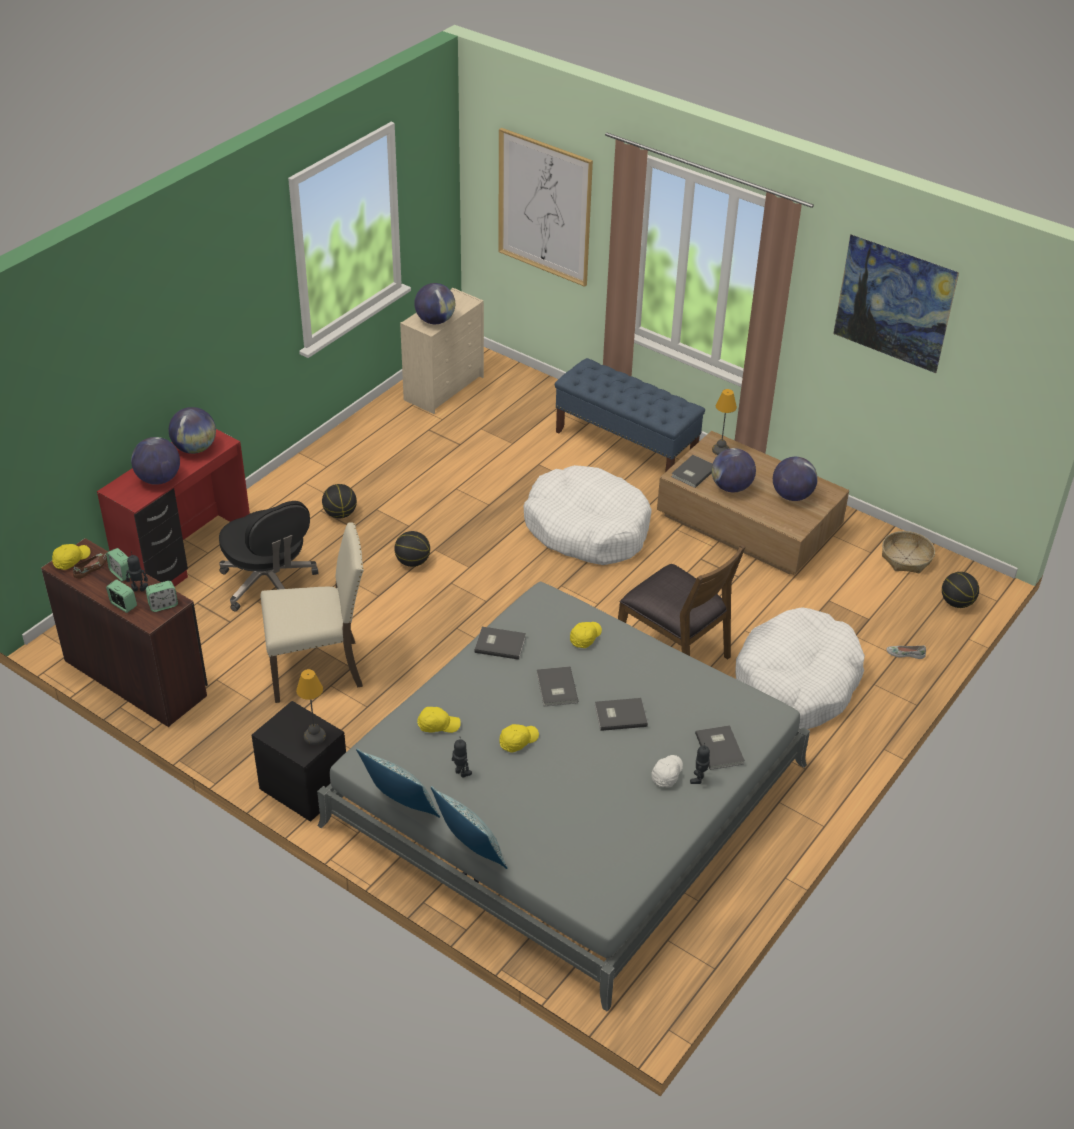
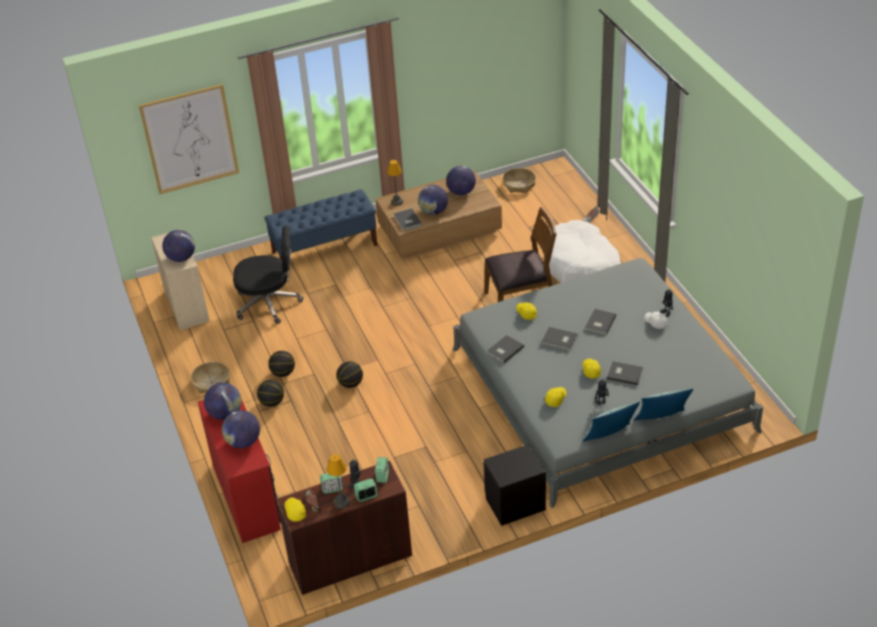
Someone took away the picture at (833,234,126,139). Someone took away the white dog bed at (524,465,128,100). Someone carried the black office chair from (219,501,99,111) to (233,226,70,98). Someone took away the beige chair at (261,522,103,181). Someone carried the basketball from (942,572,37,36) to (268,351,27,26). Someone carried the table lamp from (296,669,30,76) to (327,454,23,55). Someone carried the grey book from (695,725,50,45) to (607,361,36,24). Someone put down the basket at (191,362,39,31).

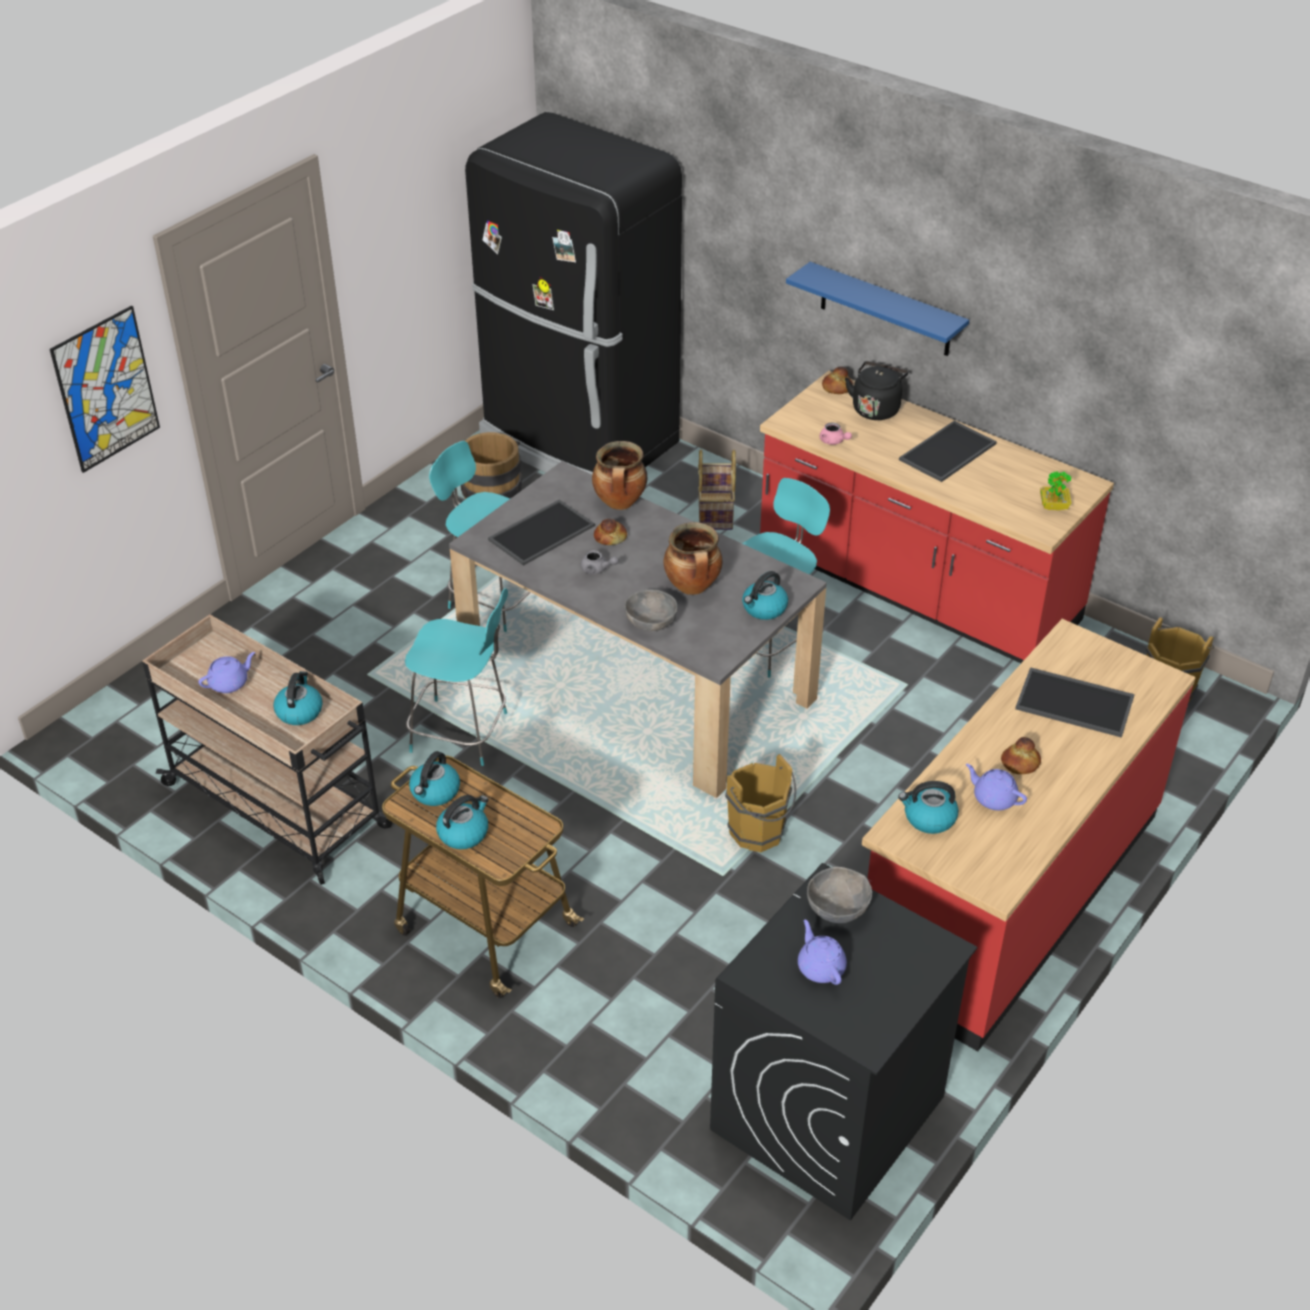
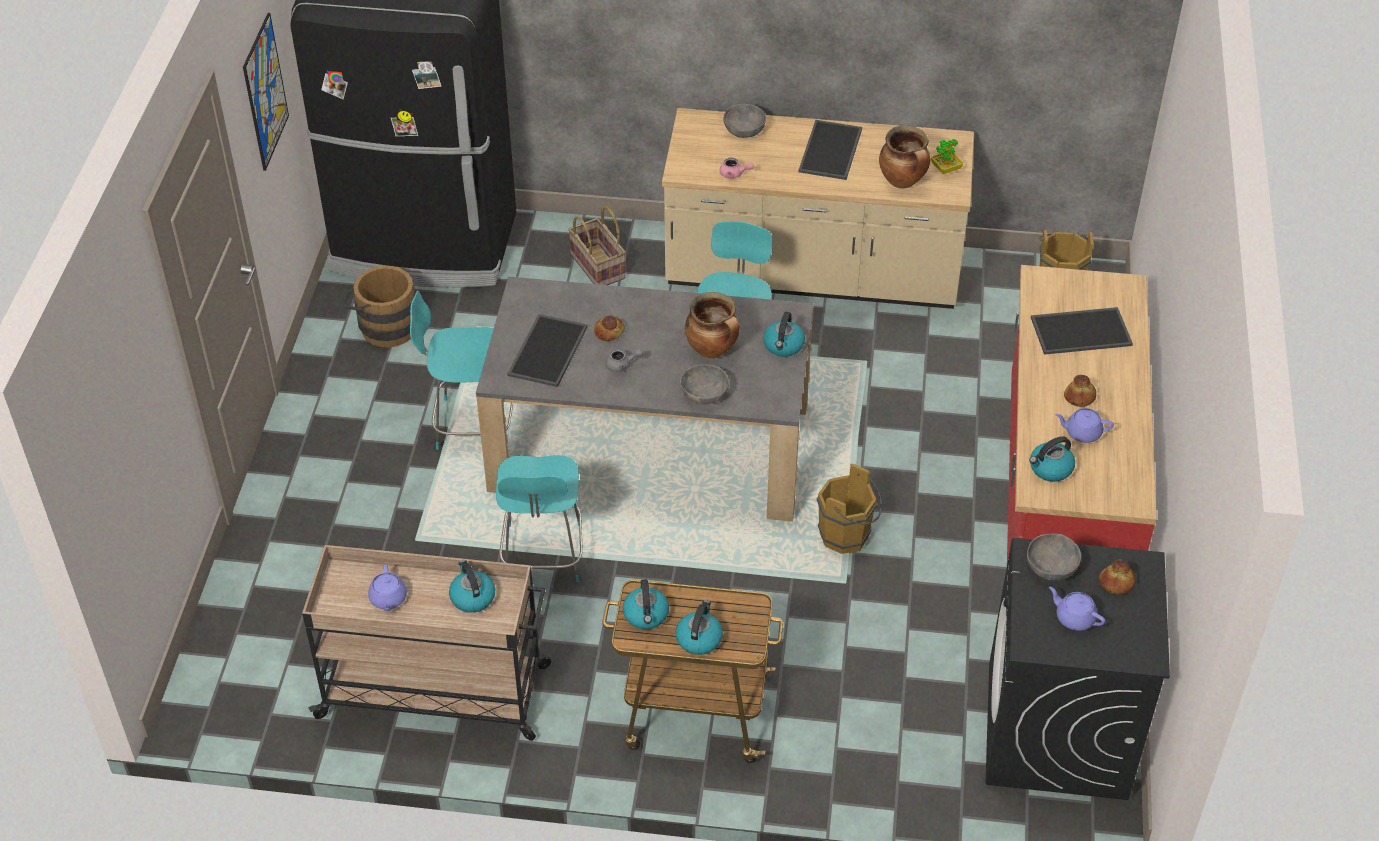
Someone took away the blue shelf at (786,262,183,94). Someone carried the picture from (50,306,110,167) to (243,13,46,158). Someone swapped the black kettle at (845,361,63,59) for the grey bowl at (723,104,43,34). Someone carried the bread from (822,366,31,28) to (1099,559,37,35). Someone repainted the red counter at (760,370,354,293), which became the beige counter at (662,108,312,201). Someone carried the cooking pot from (592,441,55,69) to (879,125,51,63). Someone rotated the turquoise chair at (405,588,103,178) by 105 degrees clockwise. Someone rotated the purple teapot at (198,652,57,41) by 150 degrees clockwise.

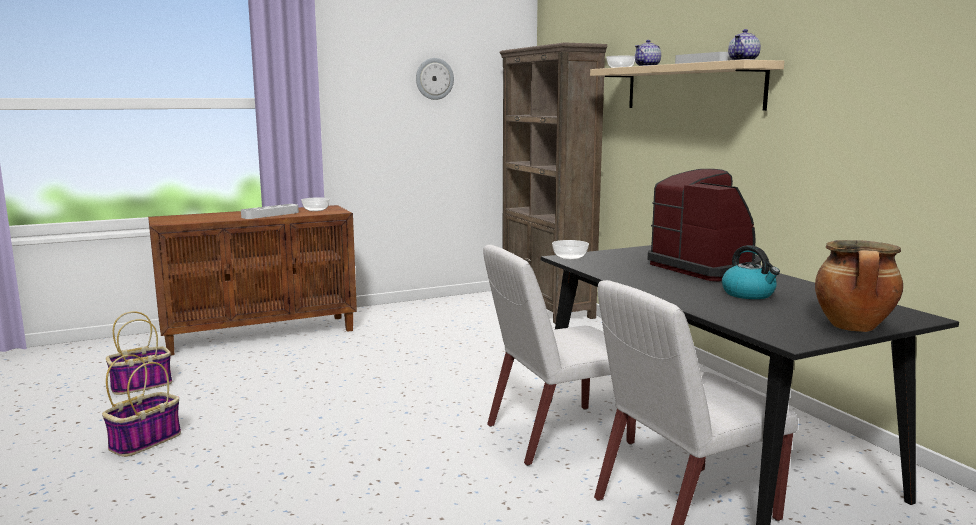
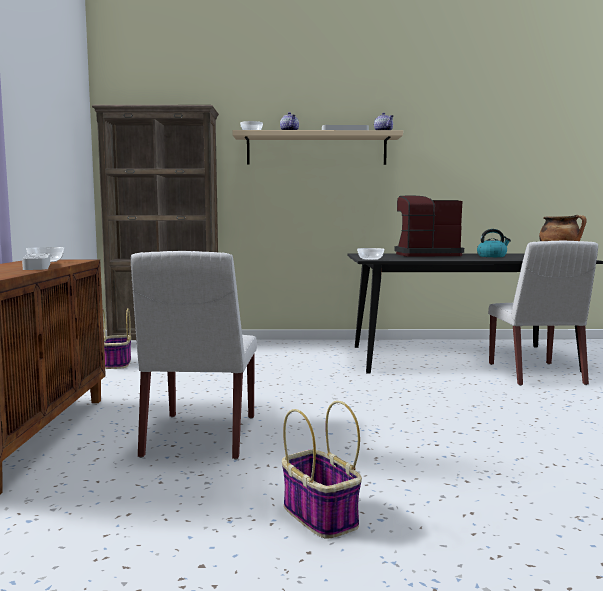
Someone took away the wall clock at (416,58,38,42). Someone carried the white chair from (483,245,153,221) to (131,251,126,209). Someone carried the basket from (106,311,66,84) to (103,308,28,61).

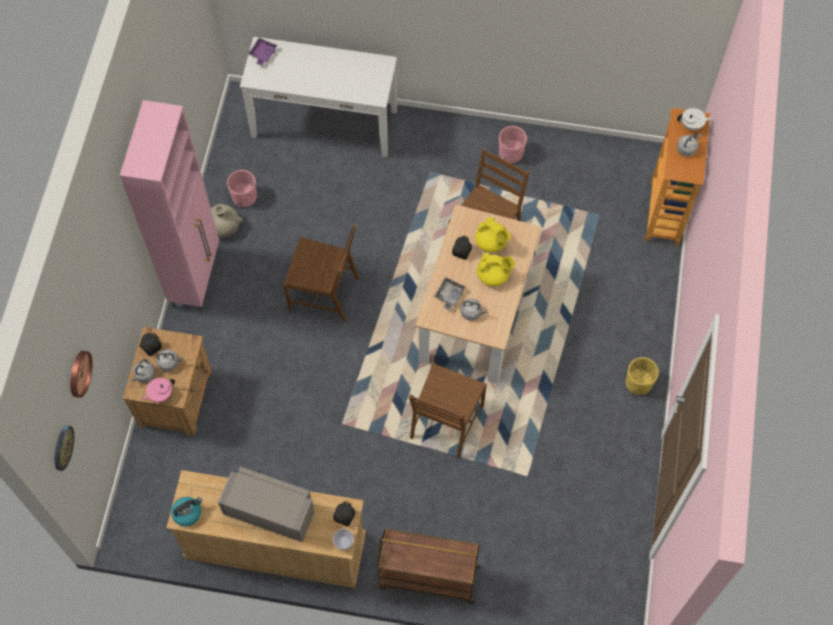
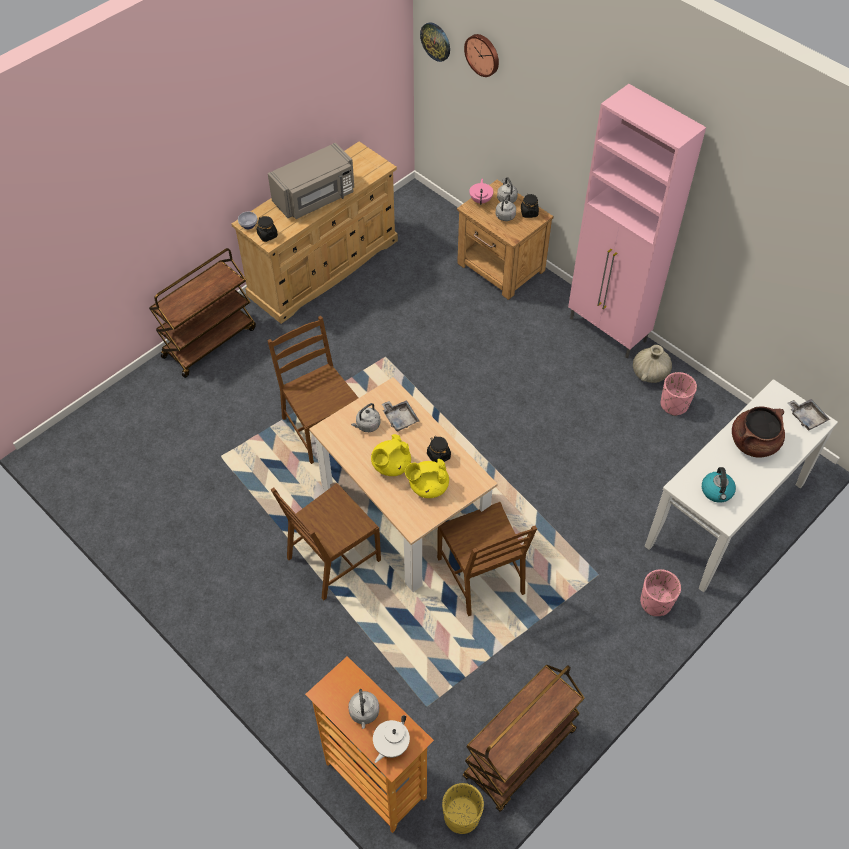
Someone repainted the purple tray at (248,38,30,28), which became the grey tray at (788,399,42,32). Someone carried the pink planter from (499,126,28,37) to (640,569,41,47). Someone carried the brown chair from (283,224,76,98) to (270,483,111,117). Someone carried the yellow planter from (626,357,33,38) to (442,783,42,51). Someone carried the kettle from (171,497,31,29) to (702,467,34,36). Someone put down the brown cooking pot at (732,406,53,52). Someone put down the brown cart at (463,665,122,147).

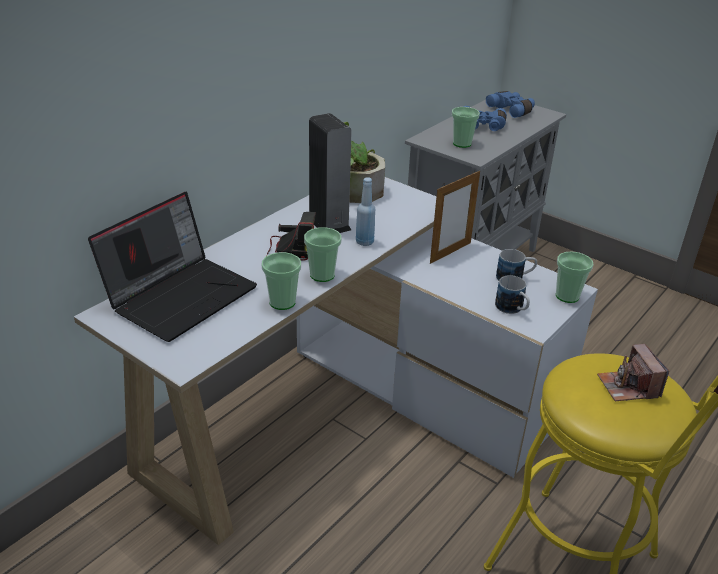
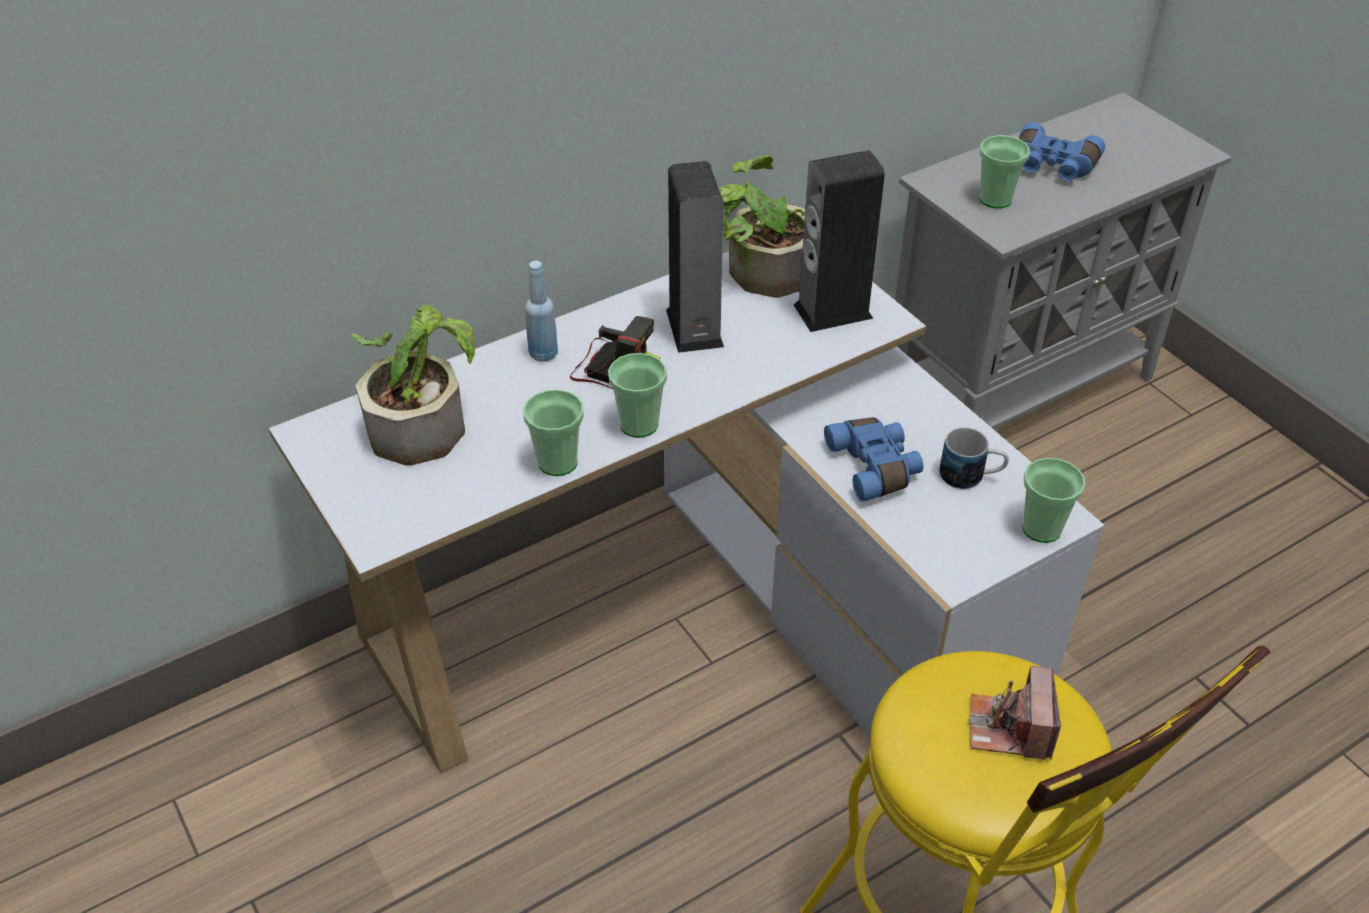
Someone carried the blue binoculars from (486,91,49,27) to (824,417,100,85). Someone took away the picture frame at (430,171,50,93). Someone carried the blue bottle from (356,177,19,69) to (525,261,33,101). Someone swapped the laptop at (88,192,169,150) for the potted plant at (352,305,123,160). Someone took away the mug at (495,275,35,39). Someone put down the speaker at (794,150,91,182).

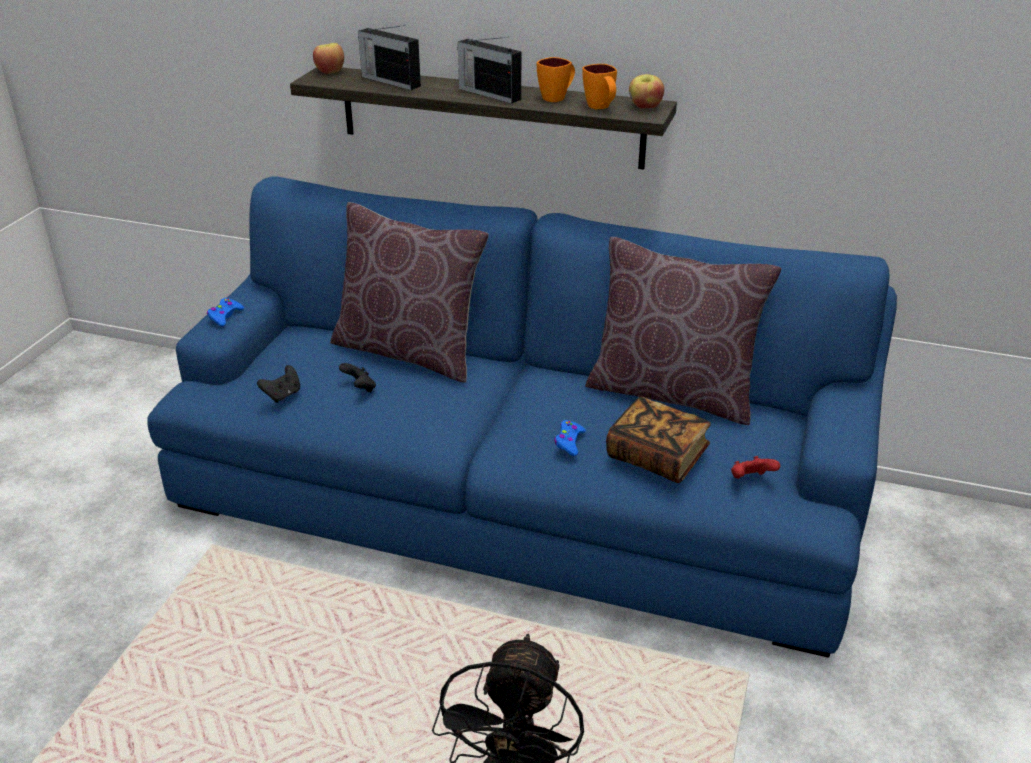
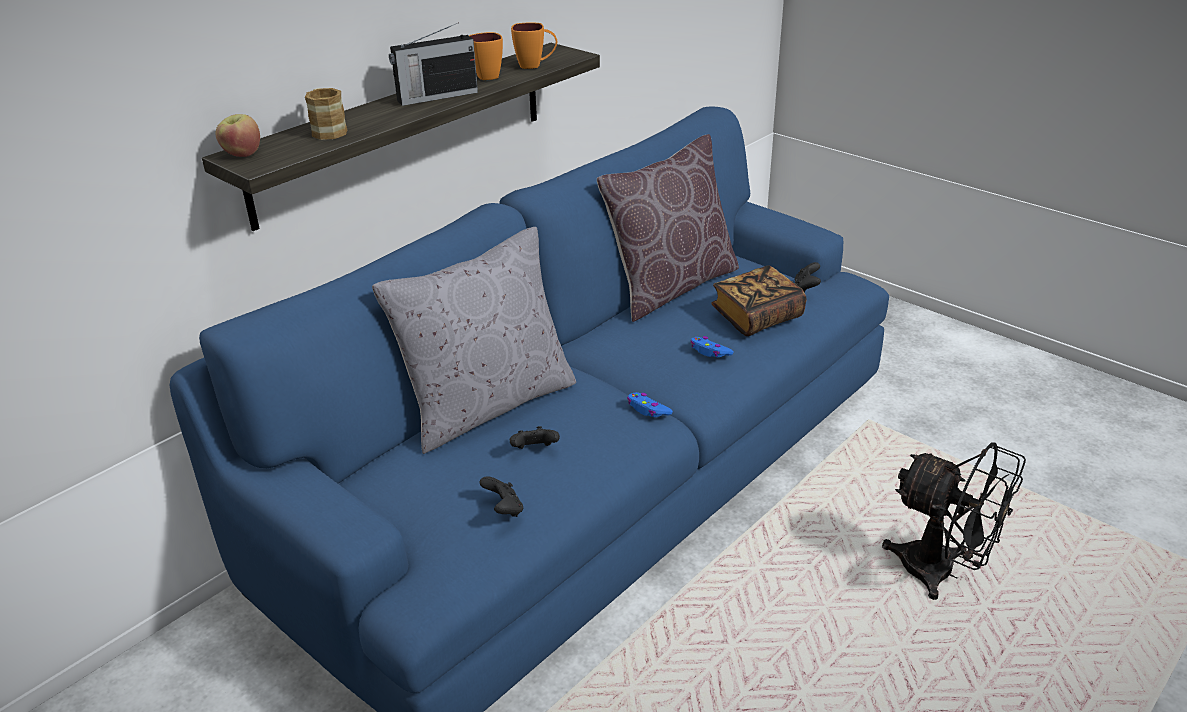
Someone swapped the radio at (358,25,63,65) for the mug at (305,88,42,52). Someone took away the apple at (629,74,35,35). Someone repainted the brown pillow at (330,202,159,181), which became the grey pillow at (372,227,204,227). Someone carried the blue game controller from (207,298,37,28) to (627,392,46,25). Someone repainted the red game controller at (731,456,49,23), which became the black game controller at (794,262,27,30).

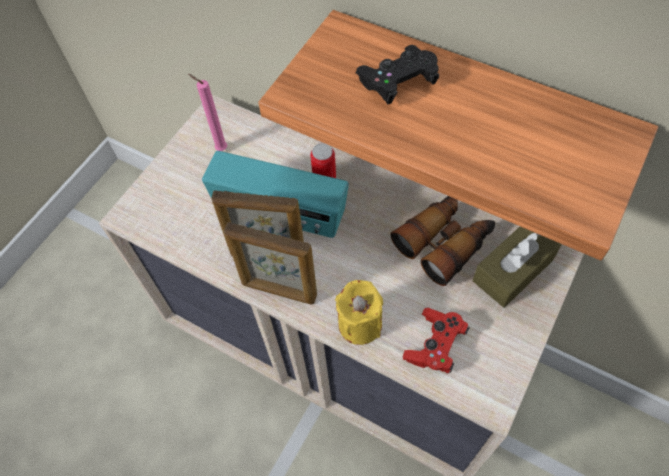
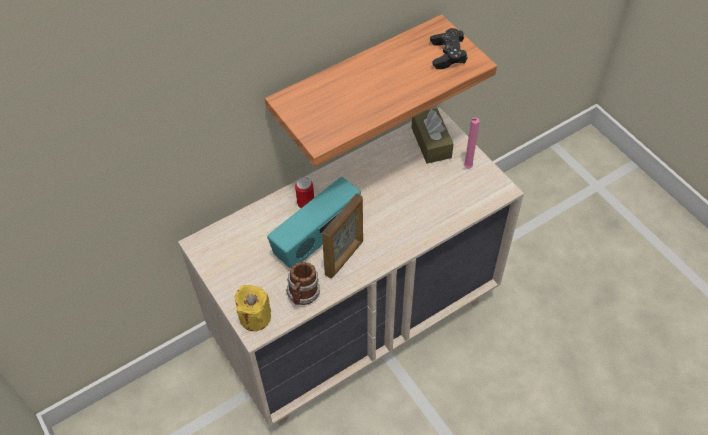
Someone carried the black game controller from (356,45,83,59) to (430,28,38,41). Someone carried the pink candle from (188,74,39,77) to (464,118,16,50). Someone took away the binoculars at (390,196,105,90). Someone took away the picture frame at (224,222,93,83). Someone carried the yellow candle from (335,280,48,65) to (234,285,37,46). Someone took away the red game controller at (403,308,66,66). Someone put down the mug at (286,262,34,43).

